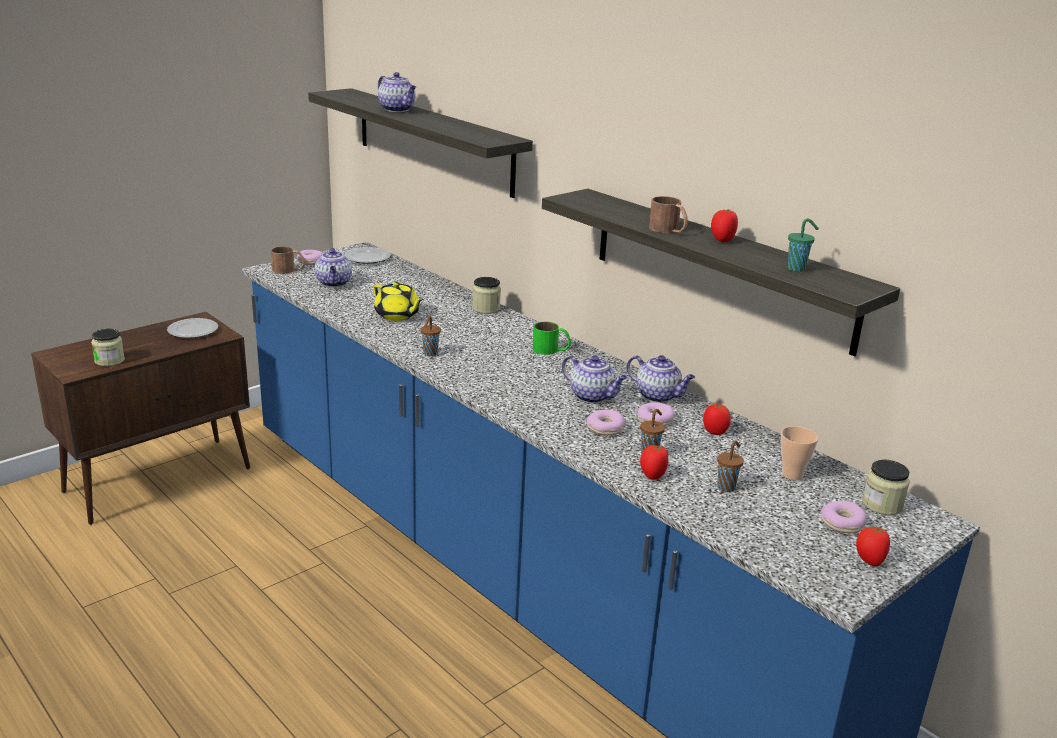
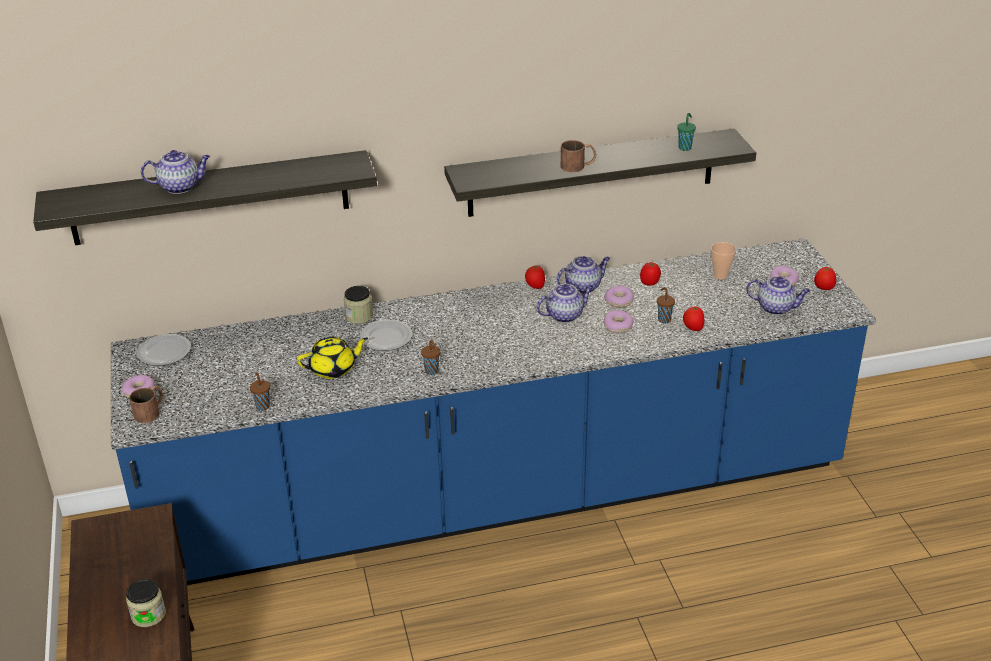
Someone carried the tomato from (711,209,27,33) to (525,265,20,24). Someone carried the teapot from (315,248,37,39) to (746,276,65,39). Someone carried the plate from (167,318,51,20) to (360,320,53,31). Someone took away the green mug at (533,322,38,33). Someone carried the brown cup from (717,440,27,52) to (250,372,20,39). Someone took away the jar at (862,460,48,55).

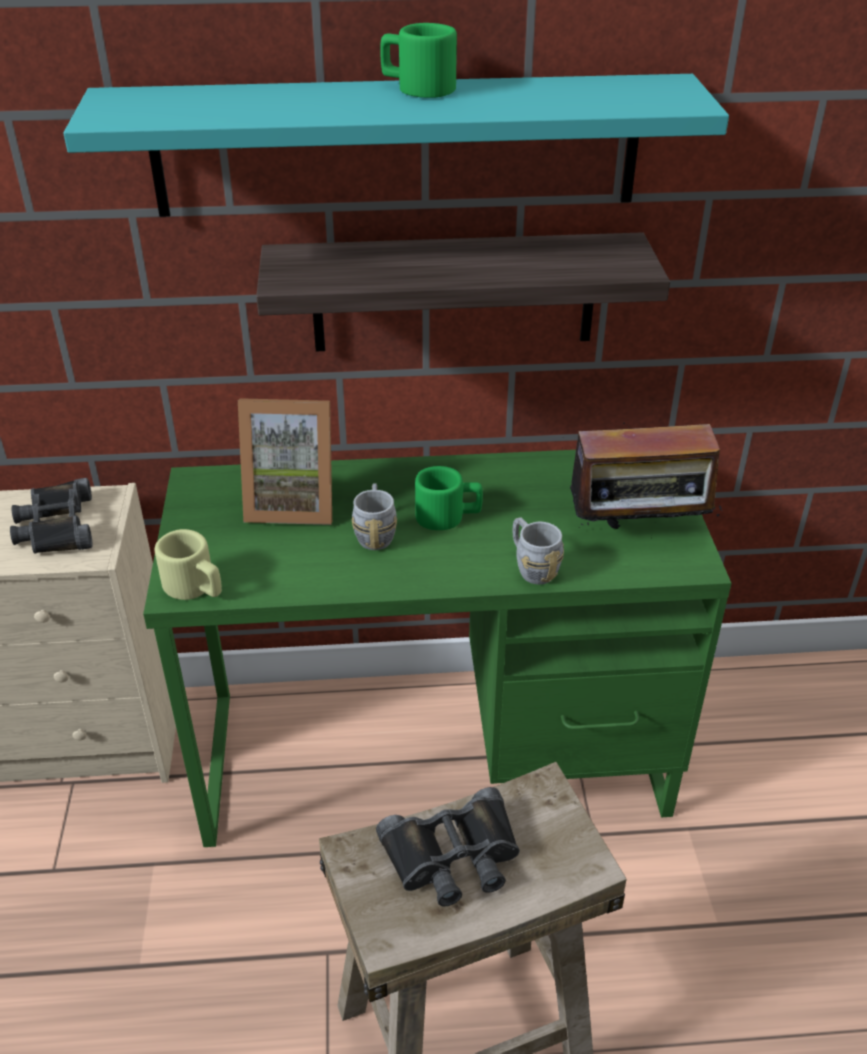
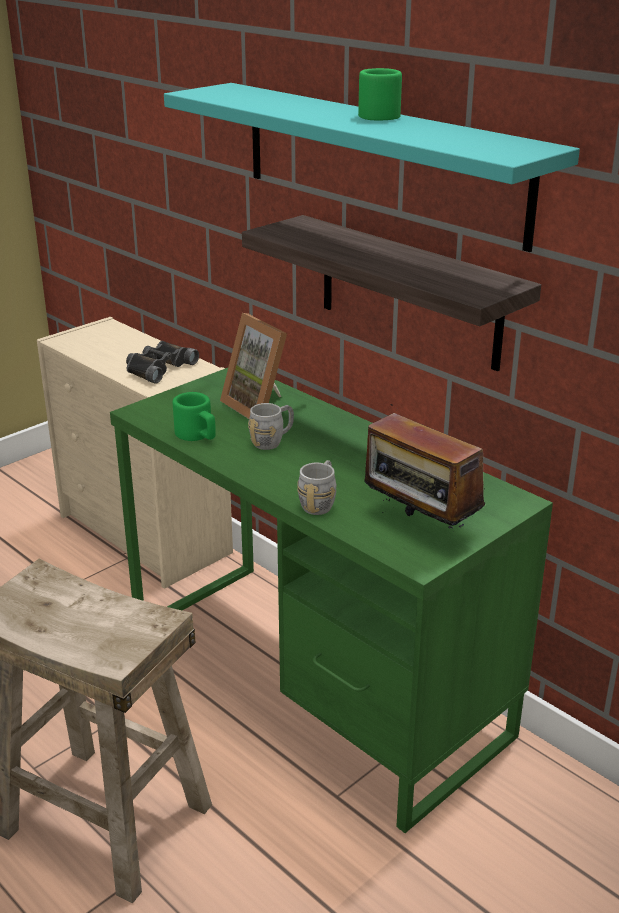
Someone carried the green mug from (415,466,68,64) to (173,392,43,49). Someone took away the beige mug at (155,529,67,71). Someone took away the black binoculars at (376,787,144,119).

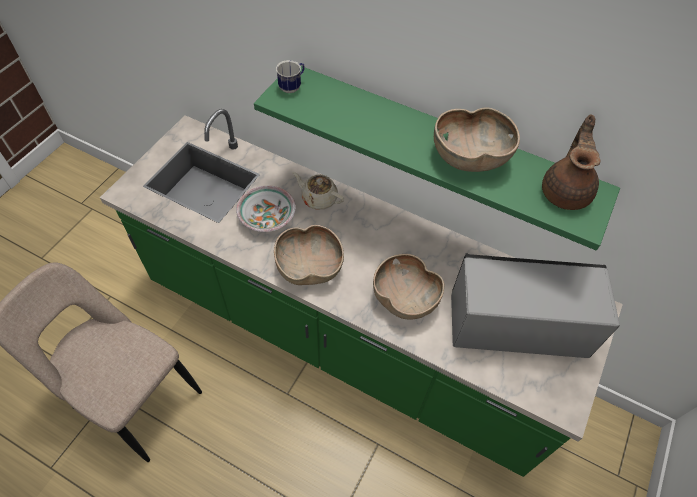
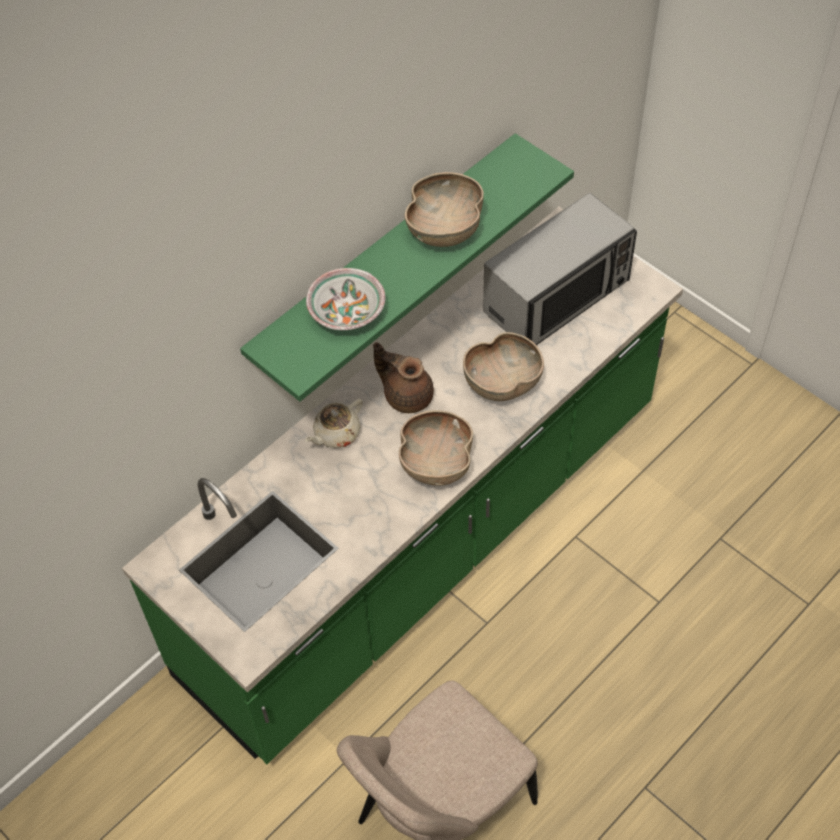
Someone took away the mug at (276,60,29,33). Someone carried the brown teapot from (542,114,59,96) to (373,342,61,71). Someone carried the bowl from (236,186,60,46) to (306,268,79,62). Someone rotated the microwave at (451,253,169,105) by 150 degrees counterclockwise.

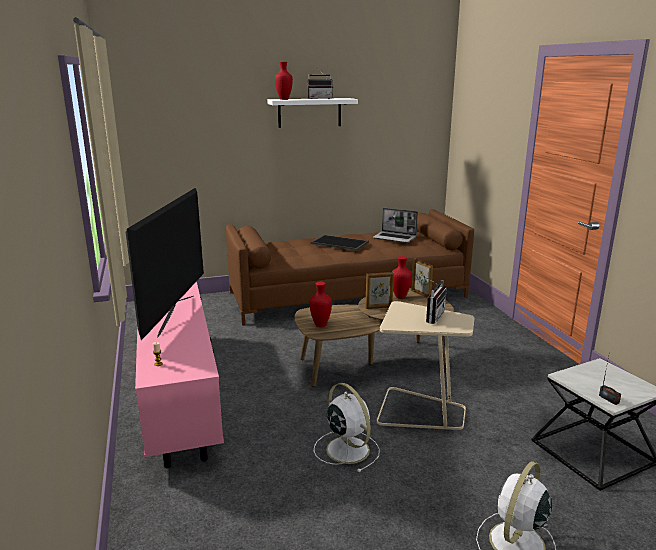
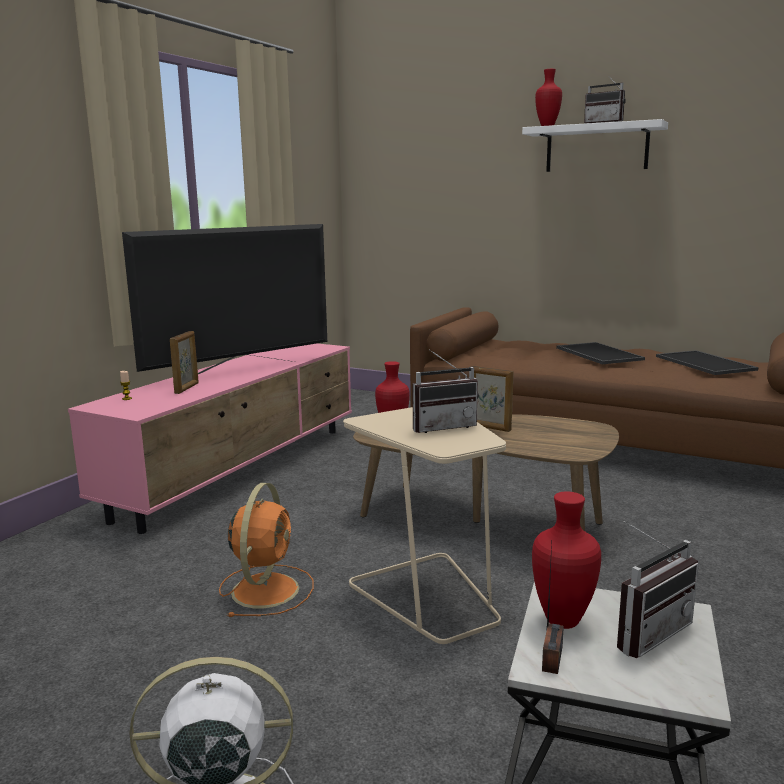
Someone swapped the laptop at (373,208,45,35) for the tray at (656,350,103,25). Someone carried the red vase from (392,256,20,43) to (532,491,69,138). Someone carried the picture frame from (412,259,21,40) to (170,331,29,63). Someone repainted the white fan at (314,383,66,89), which became the orange fan at (219,483,94,134). Someone put down the radio at (617,521,82,137).

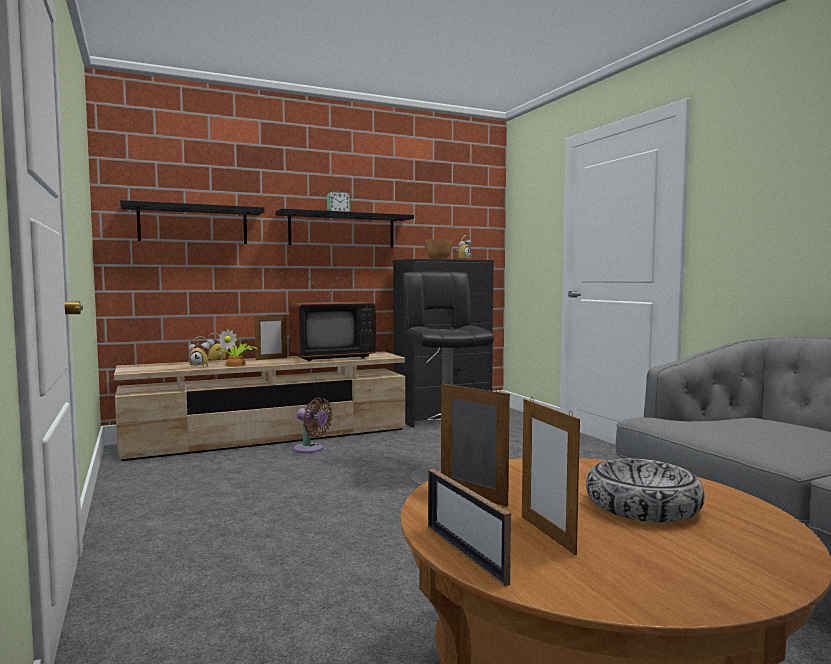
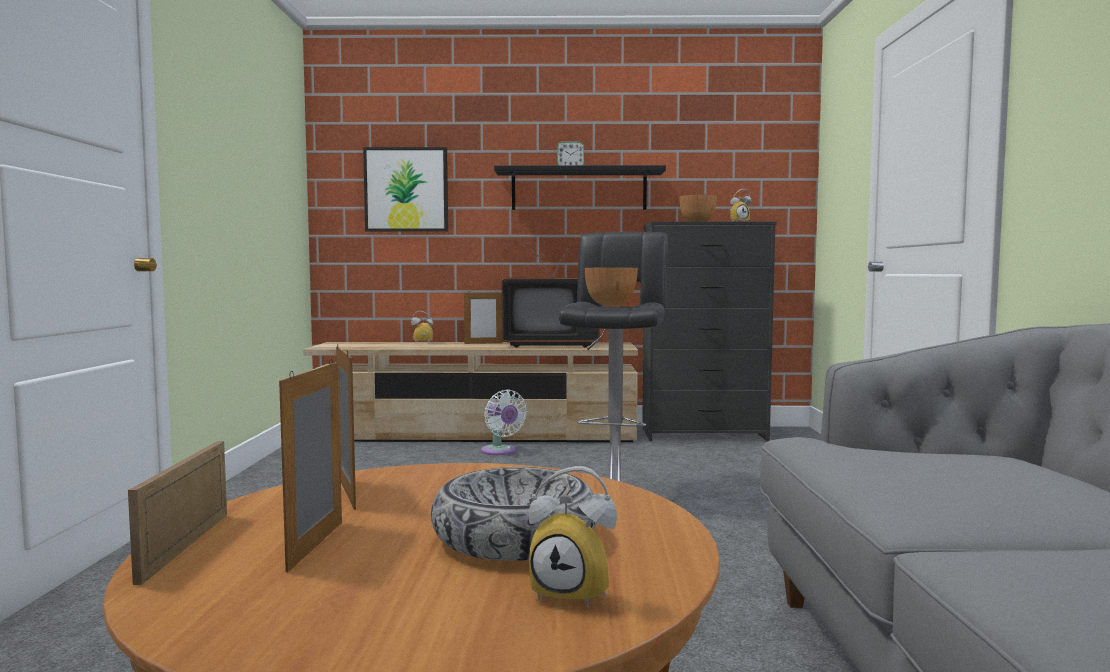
Someone swapped the black shelf at (120,200,144,44) for the picture at (363,147,85,84). Someone took away the potted plant at (216,329,41,38). Someone carried the alarm clock from (188,336,22,31) to (529,466,88,143). Someone repainted the brown fan at (294,397,39,56), which became the white fan at (481,389,46,66). Someone put down the bowl at (585,268,53,37).

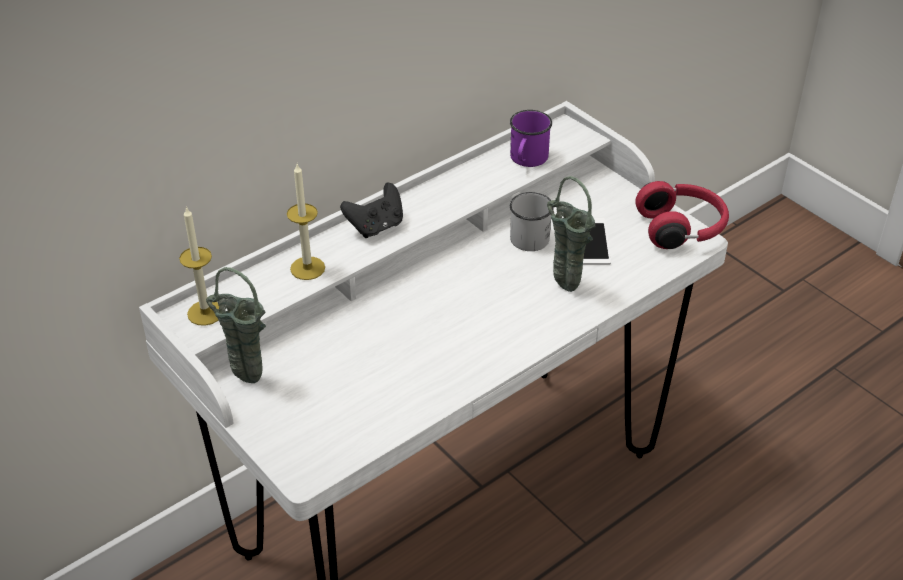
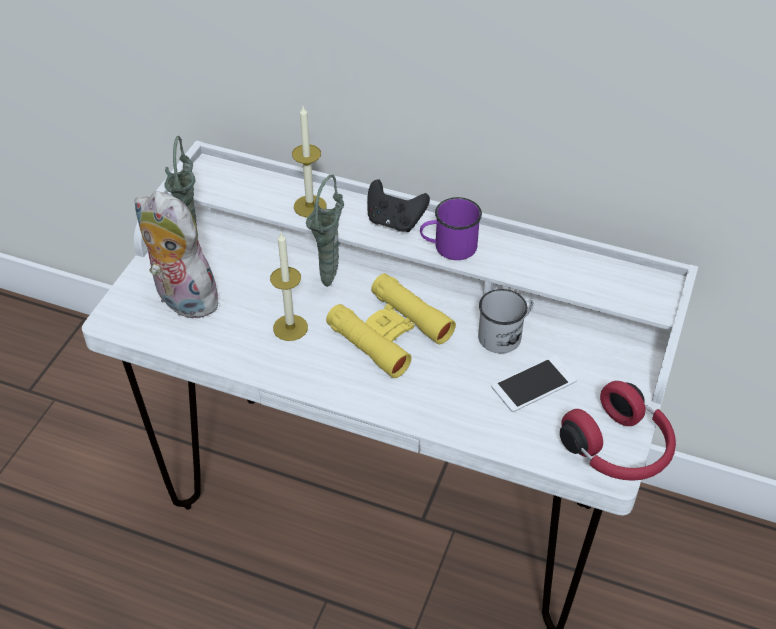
Someone carried the purple mug from (510,110,42,57) to (420,197,62,63). Someone carried the green vase from (547,176,49,116) to (306,175,38,112). Someone carried the candle from (179,206,40,120) to (270,233,38,108). Someone put down the plush toy at (134,191,87,128). Someone put down the yellow binoculars at (326,273,130,105).

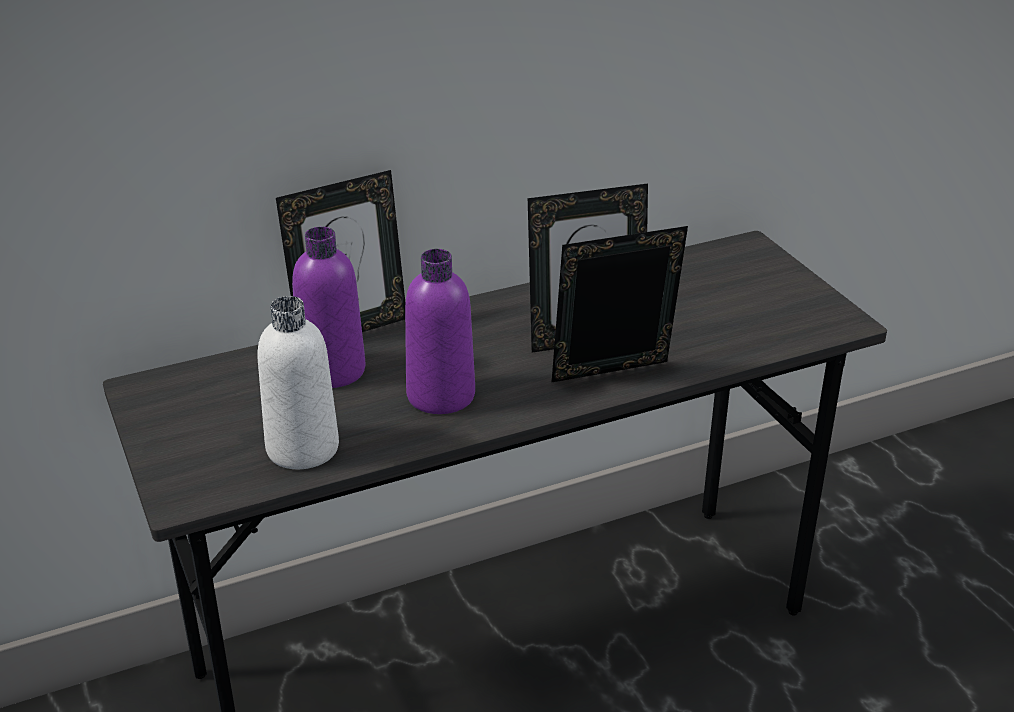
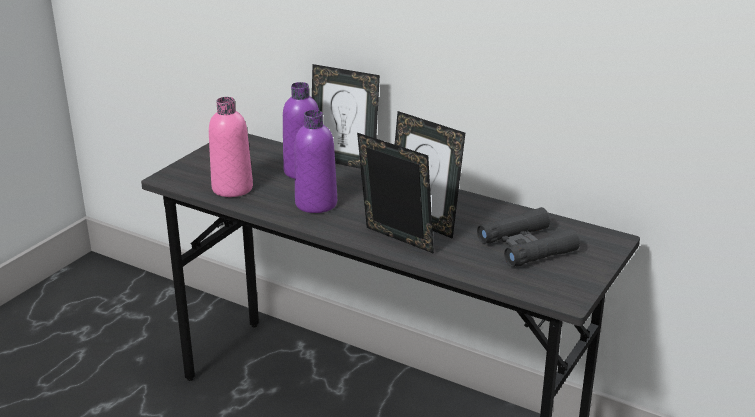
Someone repainted the white bottle at (258,296,81,173), which became the pink bottle at (209,97,44,100). Someone put down the black binoculars at (477,207,103,60).

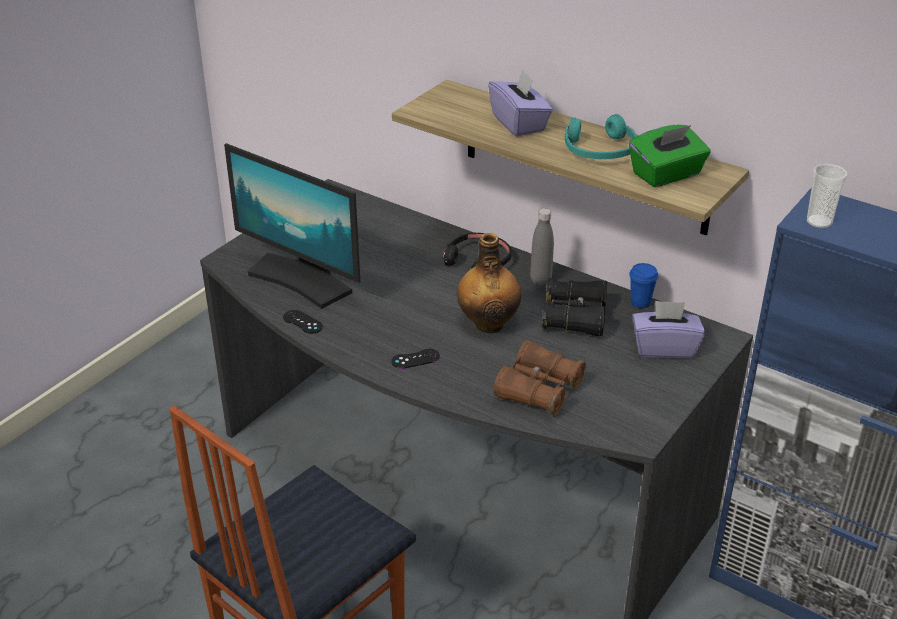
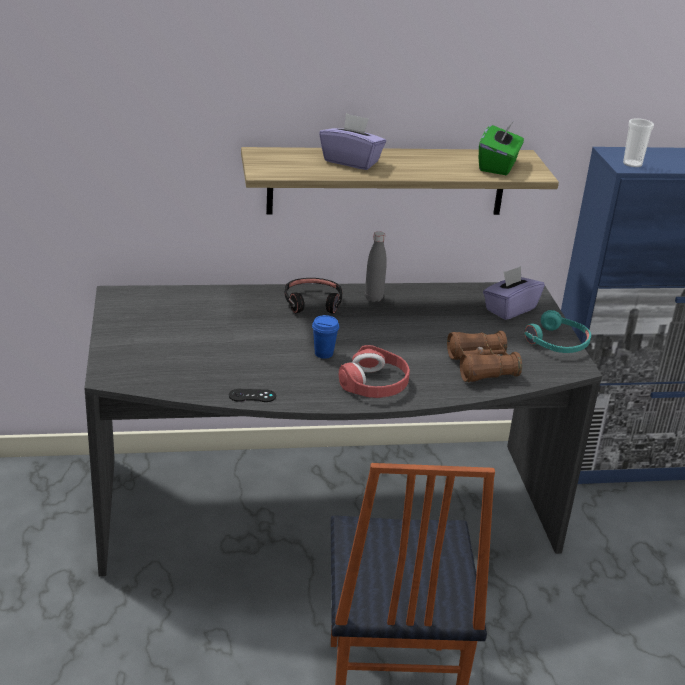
Someone carried the turquoise headphones from (565,114,72,45) to (524,310,67,43). Someone took away the monitor at (224,143,136,166). Someone took away the bottle at (457,233,65,100). Someone carried the blue cup from (629,263,30,45) to (312,315,27,44). Someone took away the black binoculars at (542,278,65,59). Someone swapped the black game controller at (391,349,49,20) for the red headphones at (339,345,71,53).

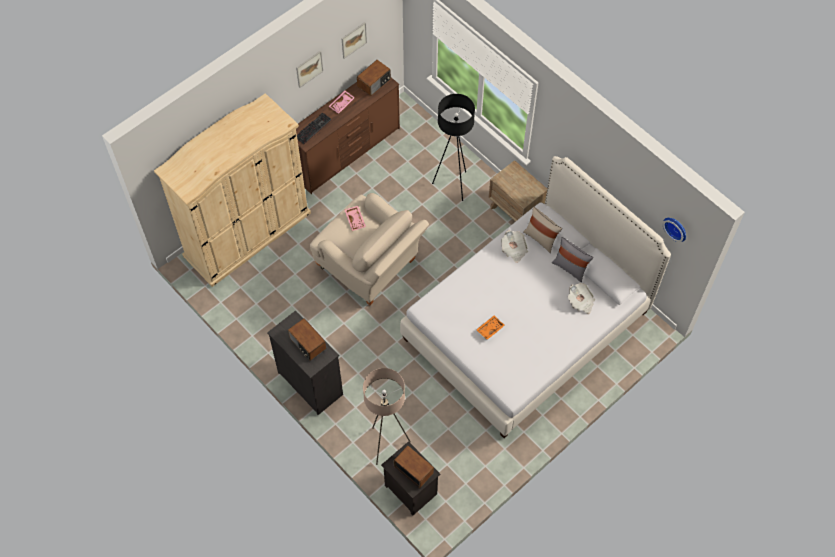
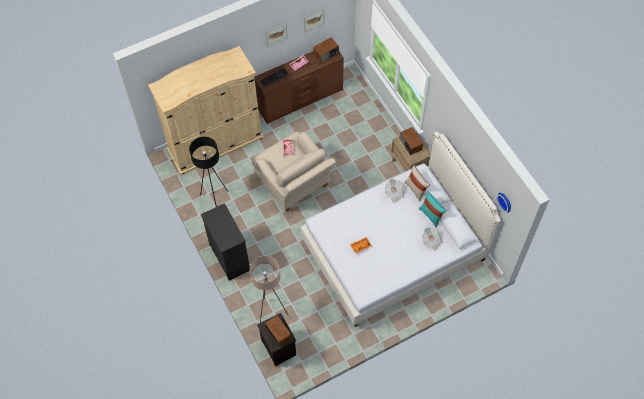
Someone carried the black floor lamp from (432,94,43,107) to (189,137,39,70). Someone repainted the grey pillow at (552,237,41,45), which became the turquoise pillow at (419,191,28,36). Someone carried the radio from (288,318,38,43) to (400,127,23,28).

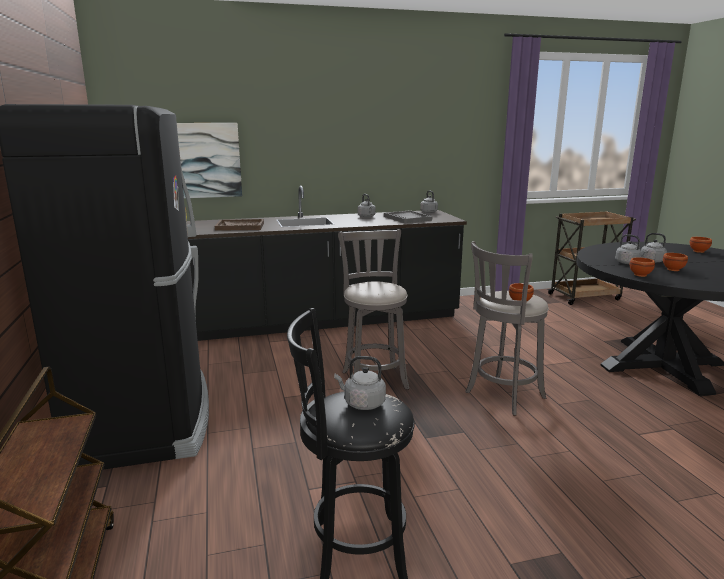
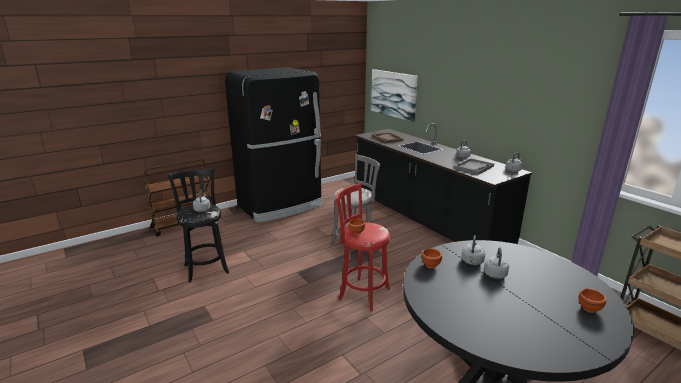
Someone repainted the grey stool at (465,241,84,174), which became the red stool at (336,183,54,128). Someone took away the brown bowl at (663,253,25,18).

